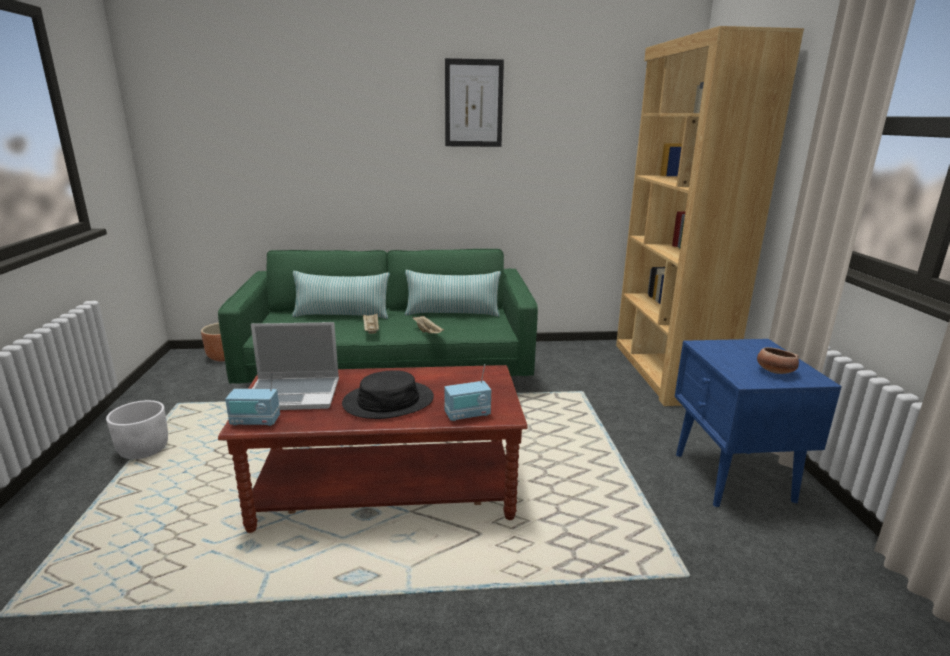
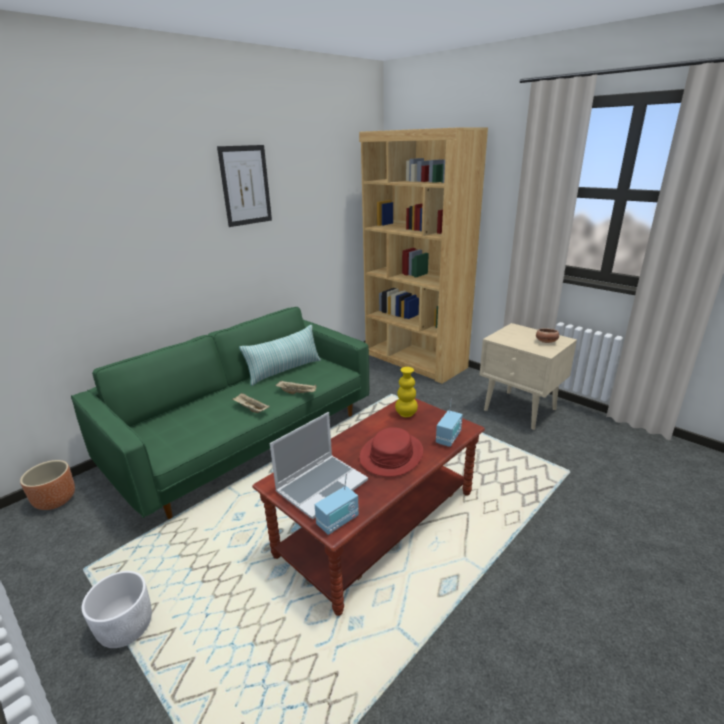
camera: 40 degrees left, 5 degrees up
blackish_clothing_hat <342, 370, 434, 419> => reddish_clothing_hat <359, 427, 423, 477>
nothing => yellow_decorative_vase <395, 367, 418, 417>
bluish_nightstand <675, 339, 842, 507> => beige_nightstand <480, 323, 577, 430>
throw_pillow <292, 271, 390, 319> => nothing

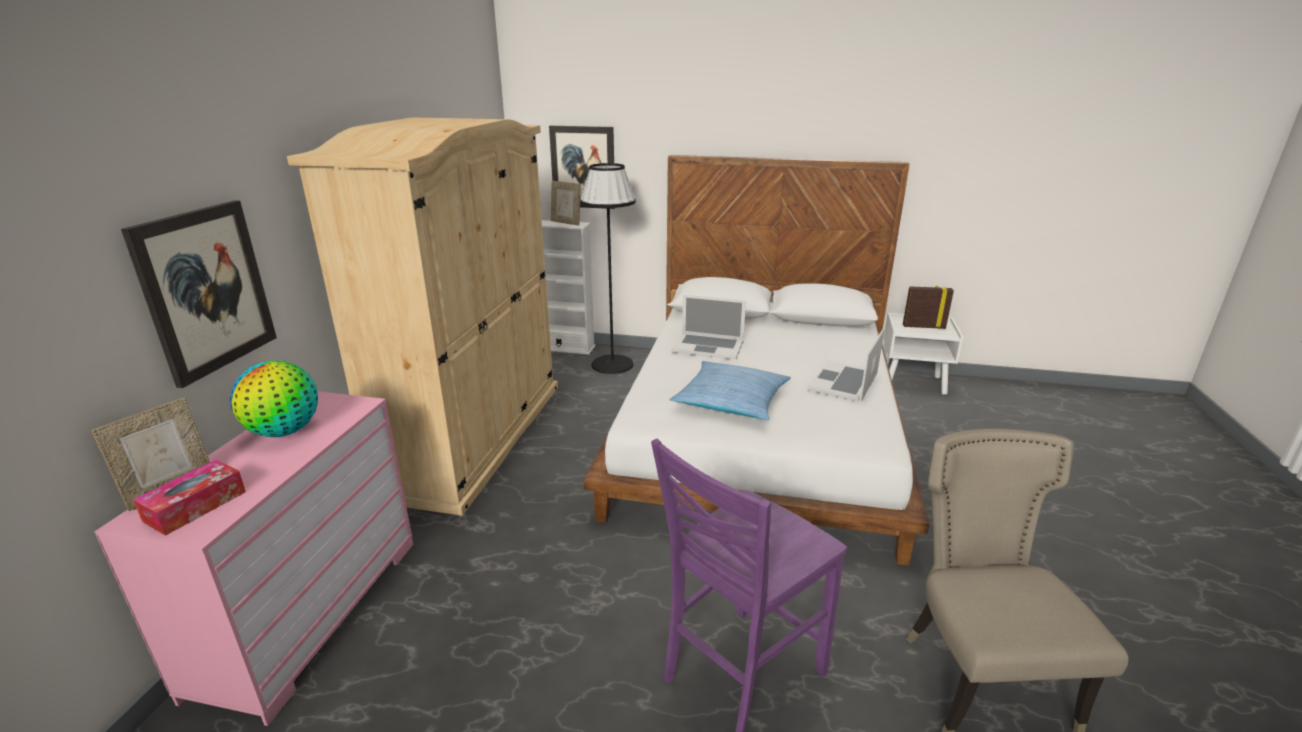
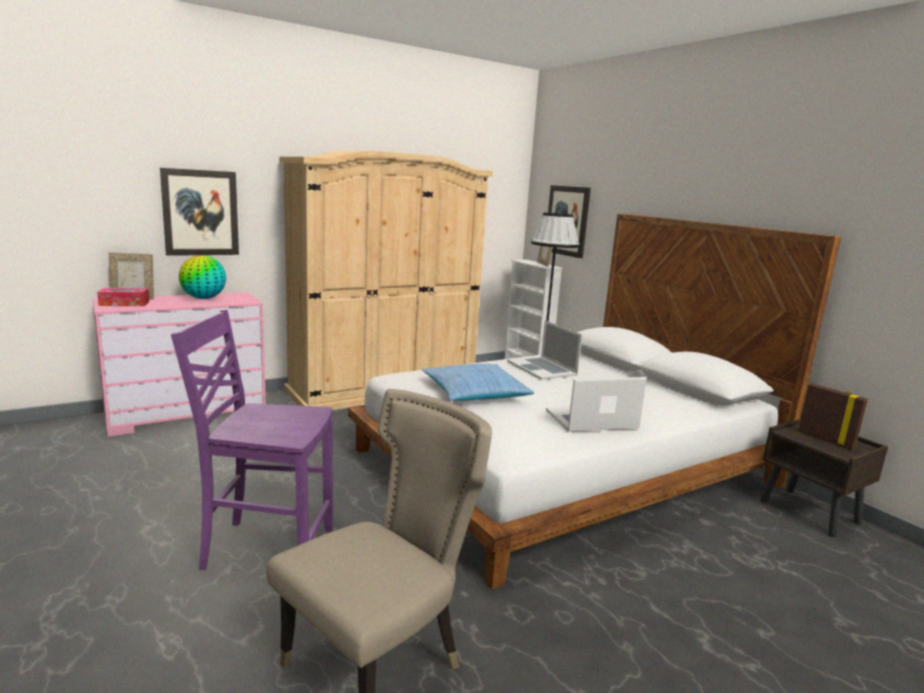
camera: 45 degrees right, 10 degrees down
white_nightstand <884, 312, 964, 395> => brown_nightstand <760, 419, 888, 537>

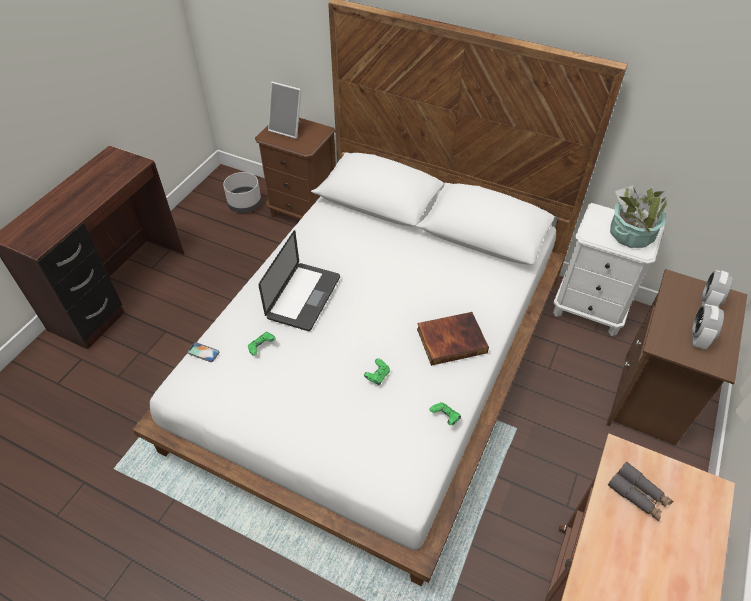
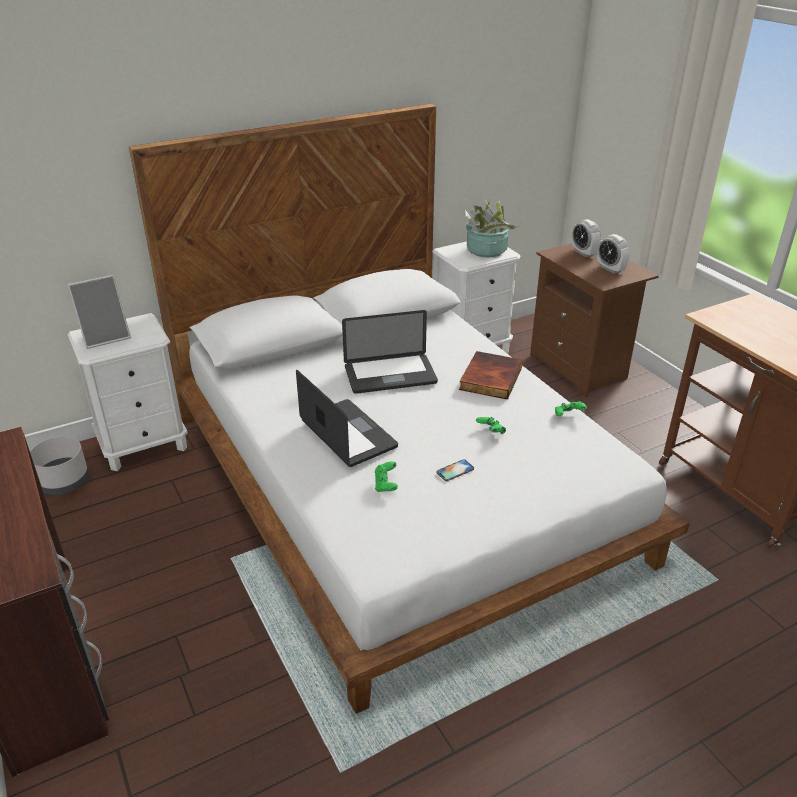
camera: 55 degrees left, 15 degrees down
brown_nightstand <255, 118, 336, 220> => white_nightstand <68, 313, 188, 471>
nothing => portable_computer <342, 310, 438, 394>
handset <187, 342, 219, 362> => handset <436, 459, 474, 481>, relocated
grey_field_glasses <608, 462, 674, 521> => nothing

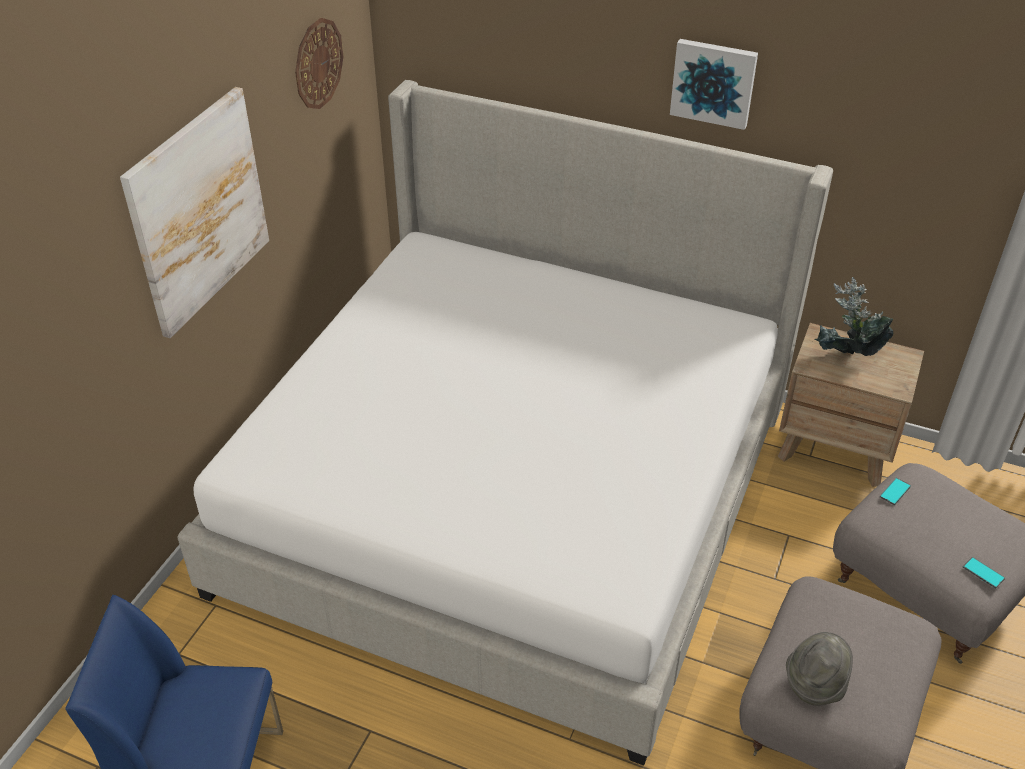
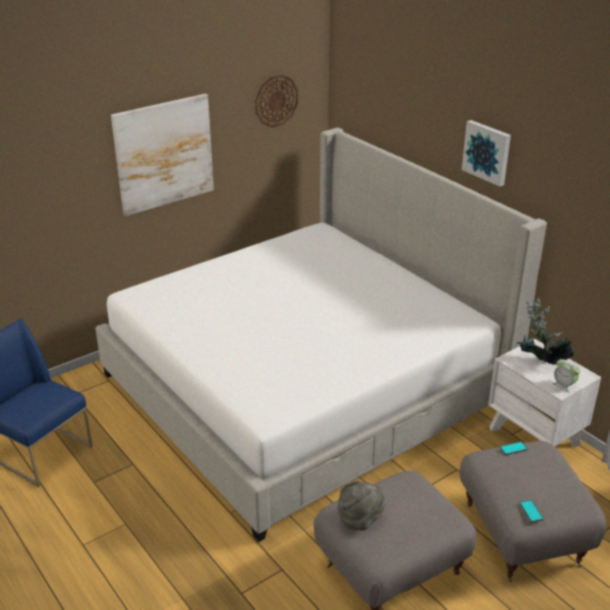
camera: 30 degrees right, 10 degrees down
brown_nightstand <778, 323, 924, 487> => white_nightstand <488, 339, 601, 446>
nothing => alarm_clock <552, 358, 580, 393>

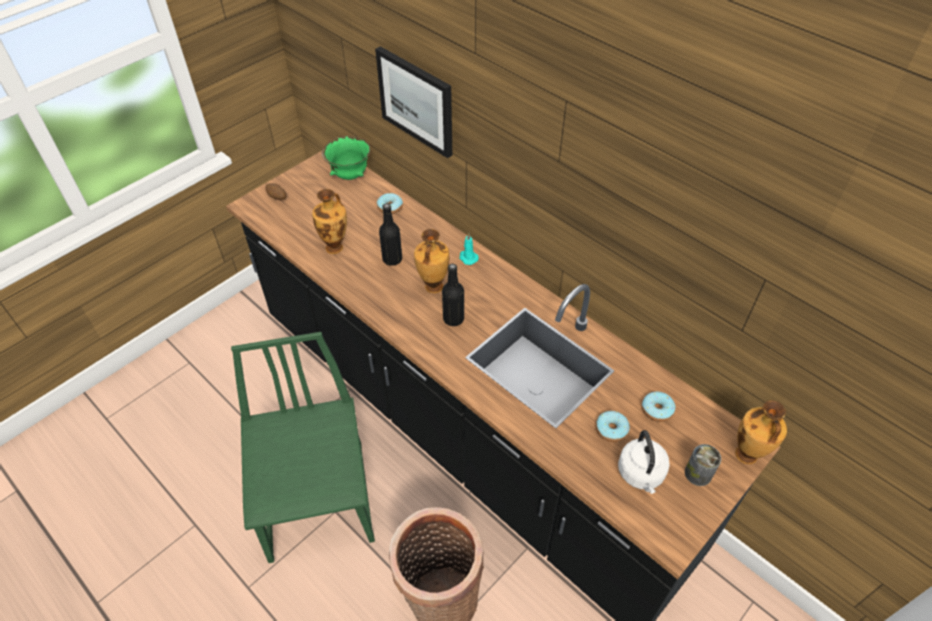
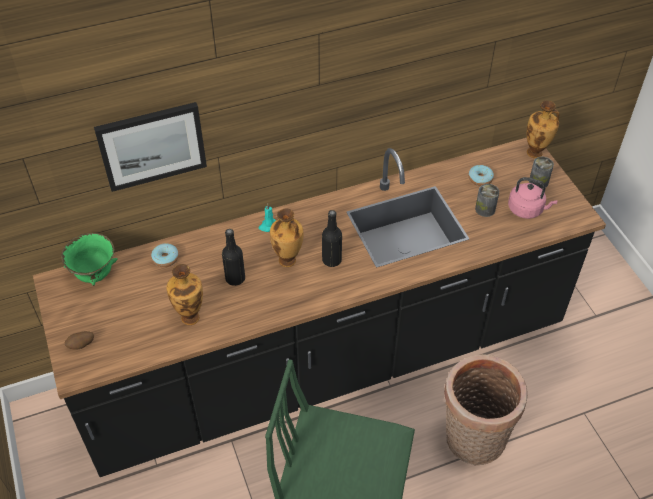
camera: 65 degrees left, 0 degrees up
ring_doughnut <596, 411, 630, 442> => sealed_can <475, 184, 499, 217>
white_tea_kettle <618, 430, 670, 494> => pink-coloured_tea_kettle <508, 177, 557, 219>

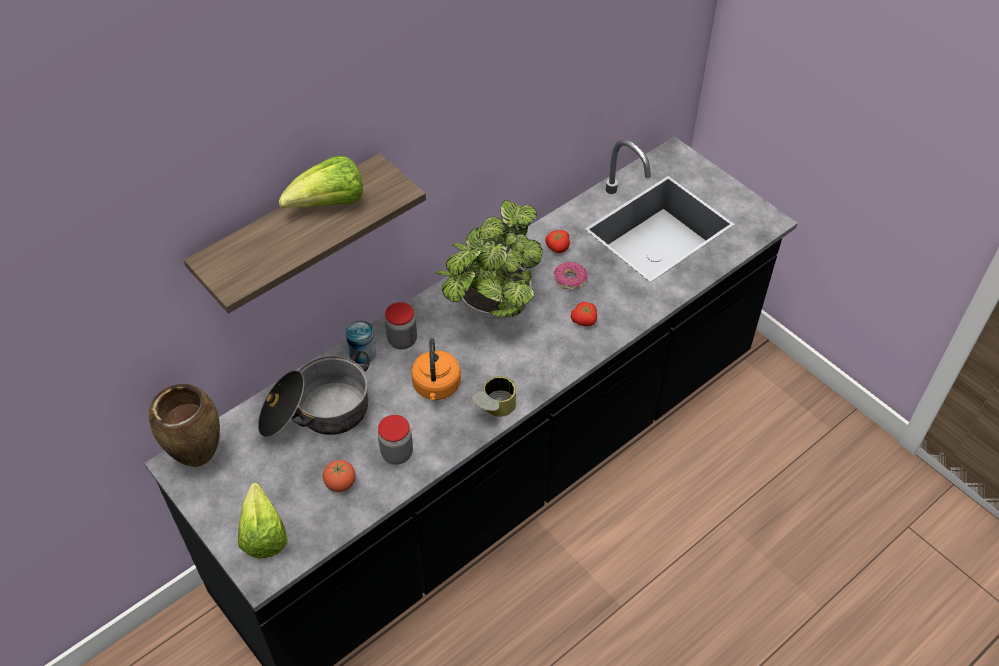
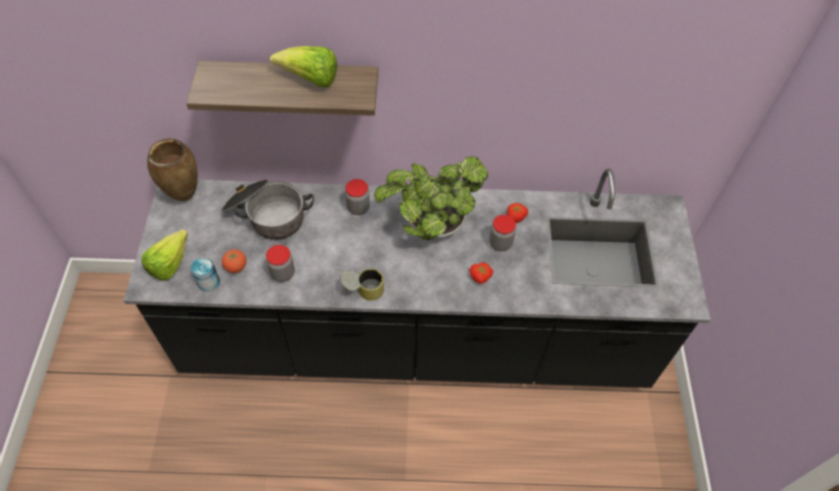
camera: 40 degrees right, 5 degrees up
sealed_can <345, 321, 376, 364> => sealed_can <191, 257, 220, 292>, relocated
ring_doughnut <554, 262, 588, 290> => storage_jar <489, 215, 516, 251>
orange_tea_kettle <411, 338, 461, 401> => nothing

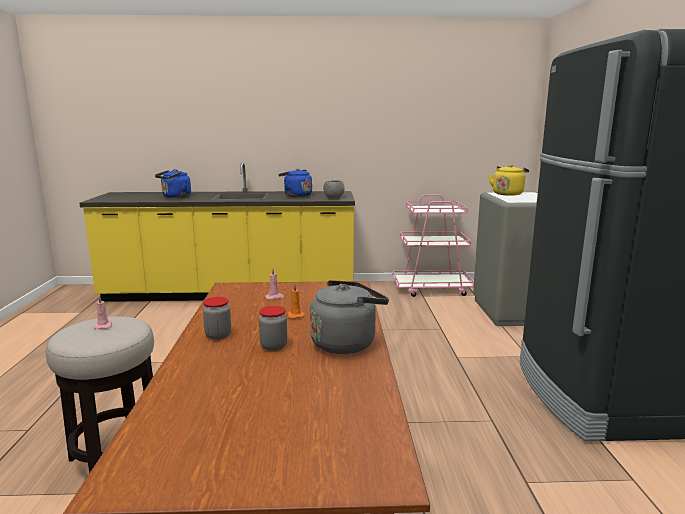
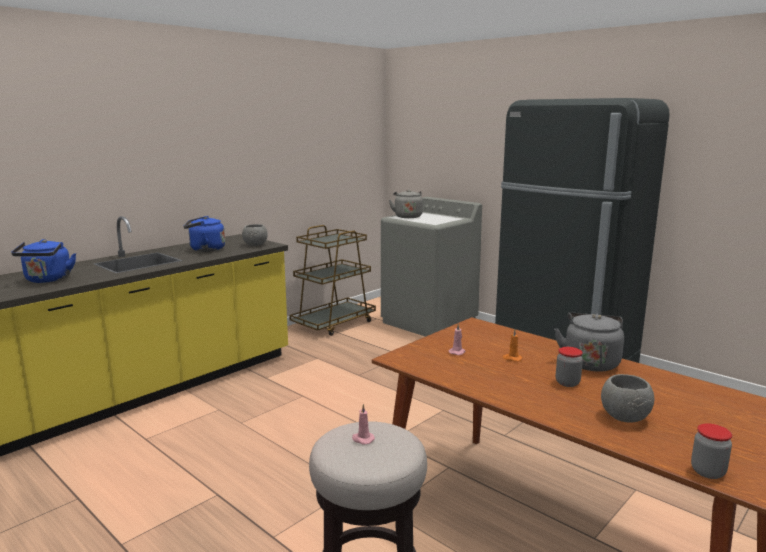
camera: 45 degrees left, 0 degrees up
pink-coloured_trolley <393, 195, 474, 297> => brown_trolley <289, 225, 376, 336>
yellow_tea_kettle <488, 165, 529, 196> => grey_tea_kettle <389, 190, 423, 218>
nothing => grey_serving_bowl <601, 374, 654, 423>
storage_jar <203, 297, 231, 340> => storage_jar <691, 423, 732, 479>, relocated

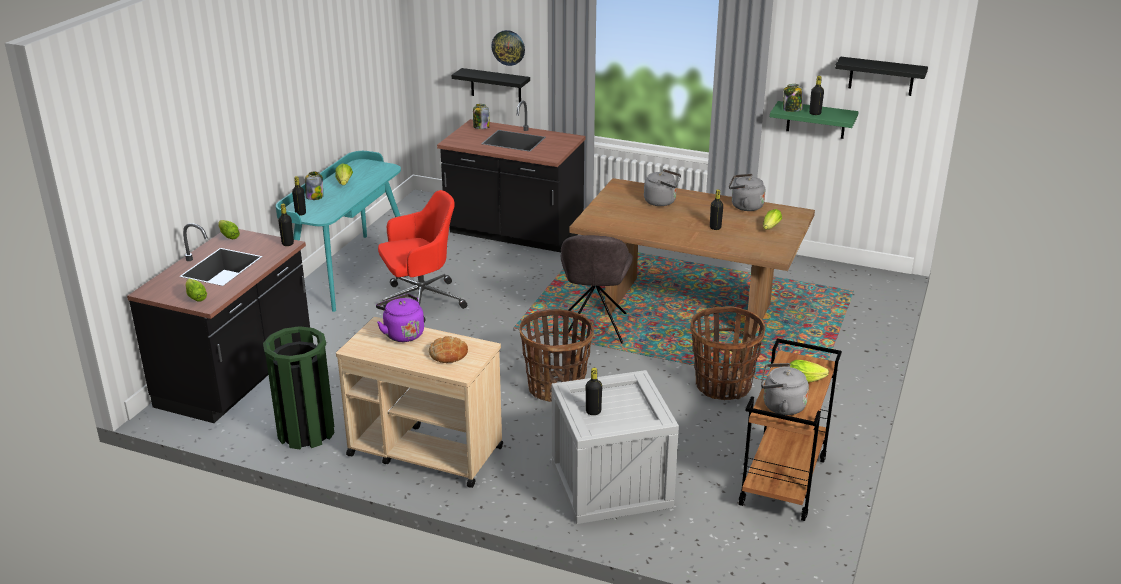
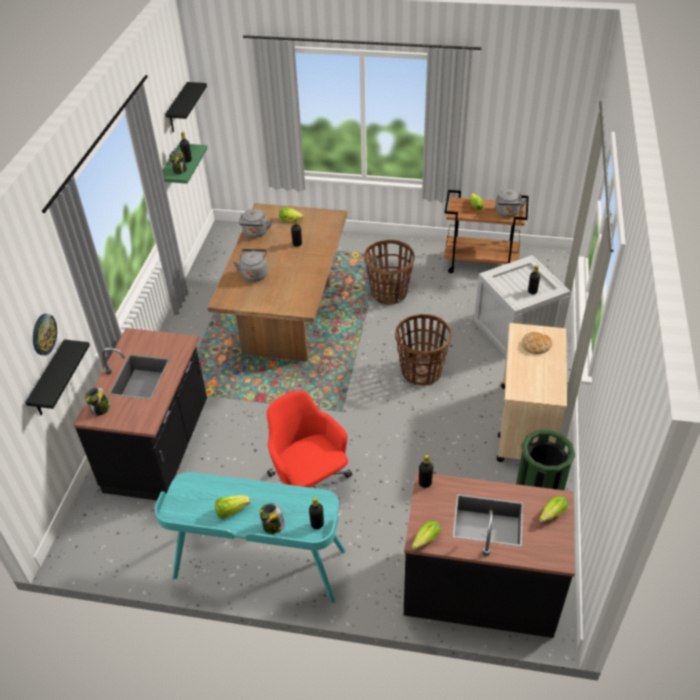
camera: 100 degrees left, 15 degrees up
purple_tea_kettle <376, 294, 424, 342> => nothing
grey_plain_chair <561, 235, 633, 344> => nothing

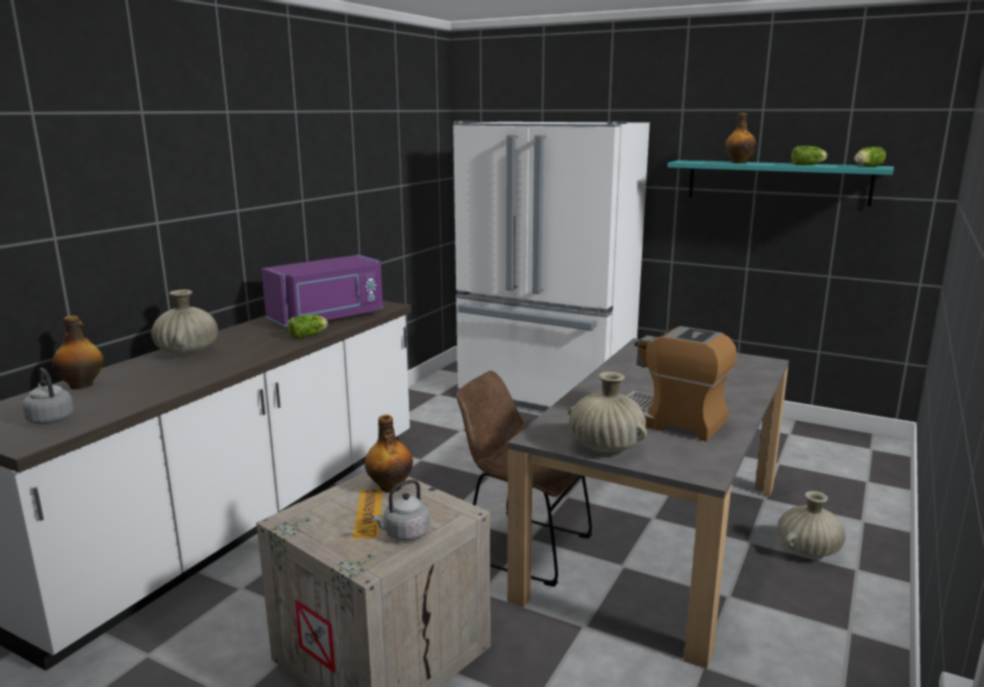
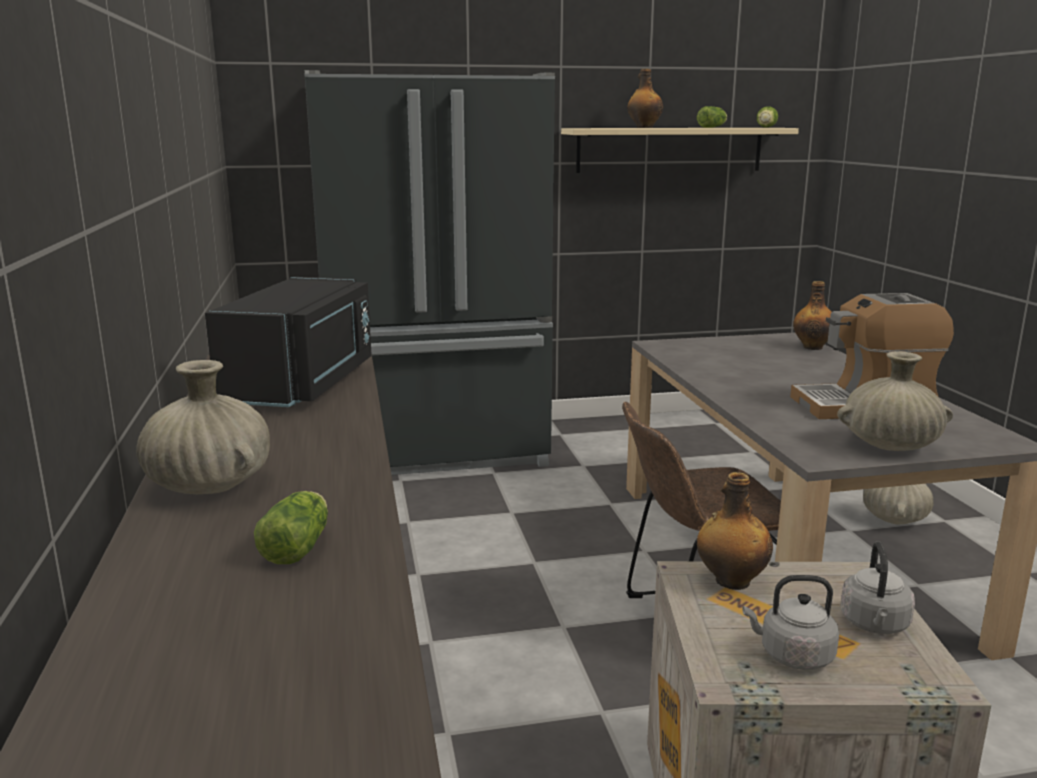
camera: 40 degrees left, 0 degrees up
purple_microwave_oven <261, 255, 383, 327> => blackish_microwave_oven <205, 277, 372, 407>
head_of_lettuce <288, 315, 328, 339> => head_of_lettuce <254, 491, 328, 564>, relocated
white_refrigerator <453, 121, 650, 411> => blackish_refrigerator <305, 70, 555, 475>
turquoise-coloured_bracket_shelf <667, 160, 894, 207> => beige_bracket_shelf <561, 128, 799, 173>
grey_tea_kettle <22, 368, 74, 424> => grey_tea_kettle <742, 575, 839, 670>, relocated
bottle <52, 315, 104, 390> => bottle <793, 281, 832, 350>, relocated

